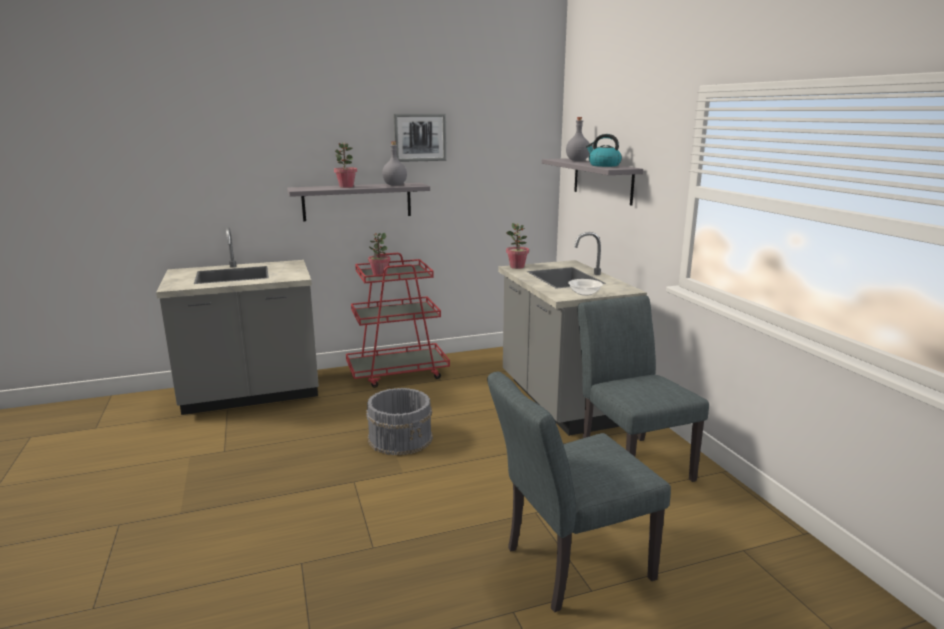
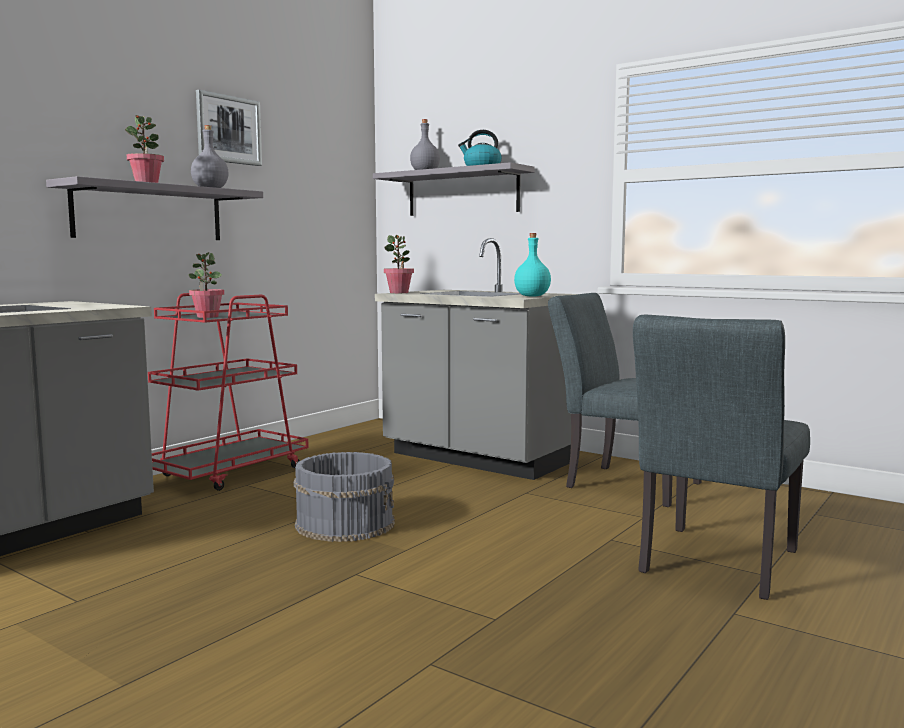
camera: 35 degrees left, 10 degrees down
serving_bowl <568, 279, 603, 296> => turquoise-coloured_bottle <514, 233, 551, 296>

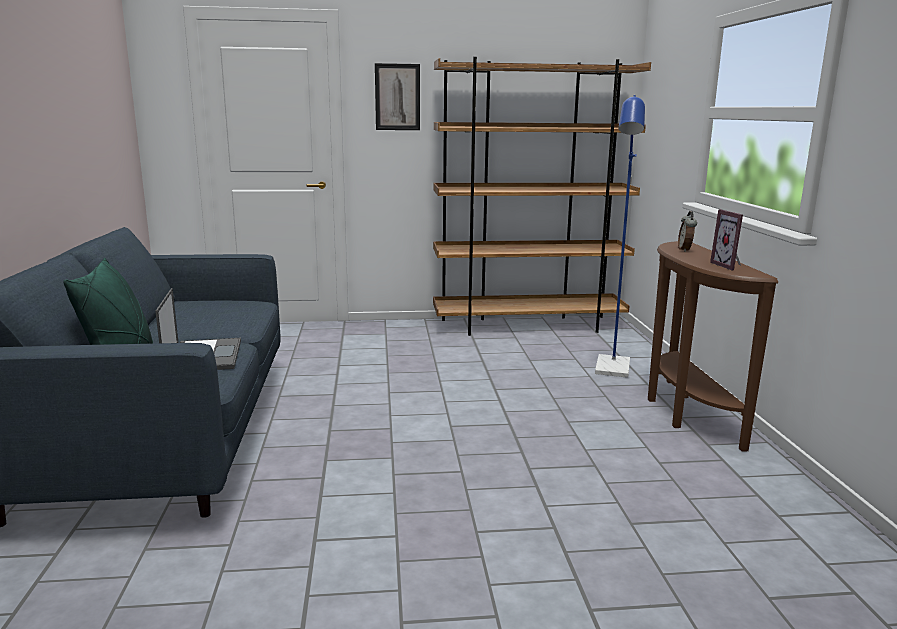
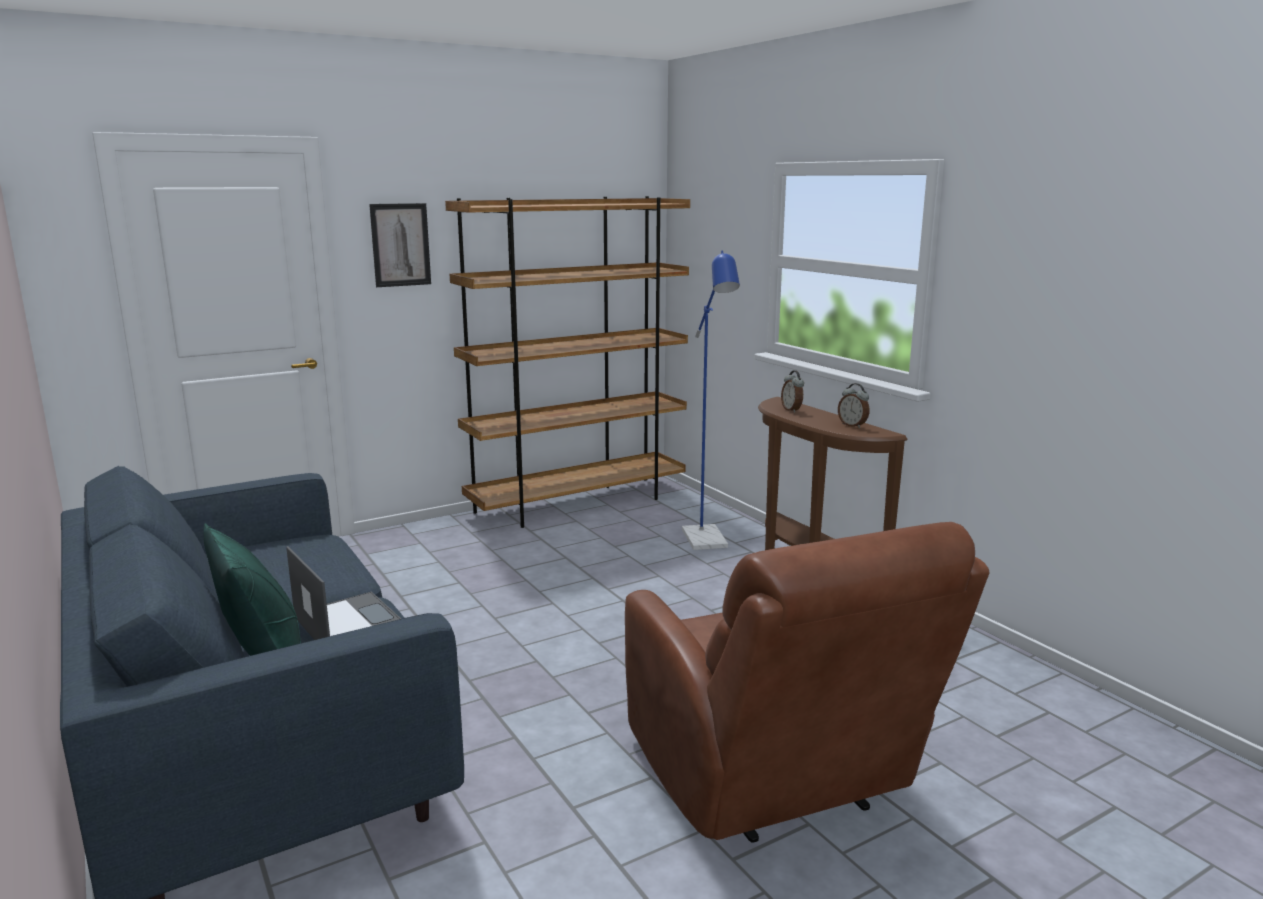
camera: 25 degrees left, 0 degrees up
nothing => brown_armchair <625, 522, 990, 843>
standing_frame <710, 209, 743, 270> => alarm_clock <838, 383, 870, 428>

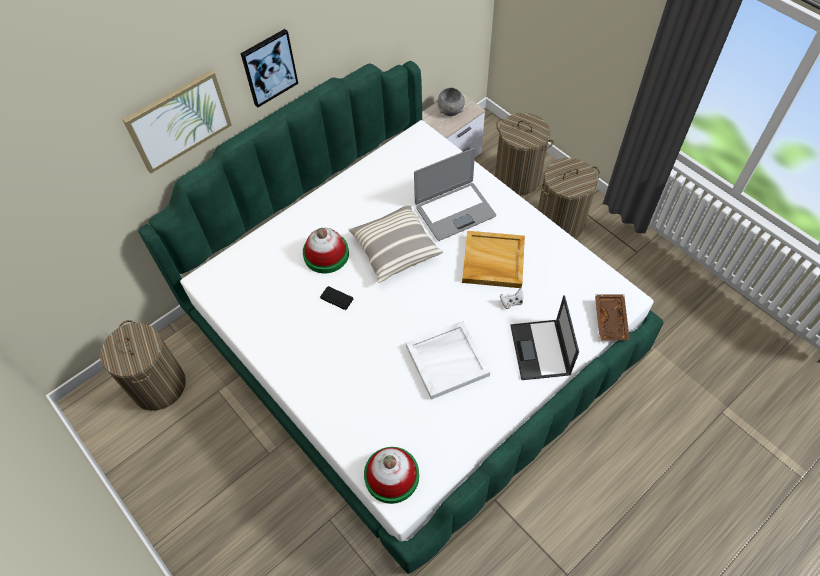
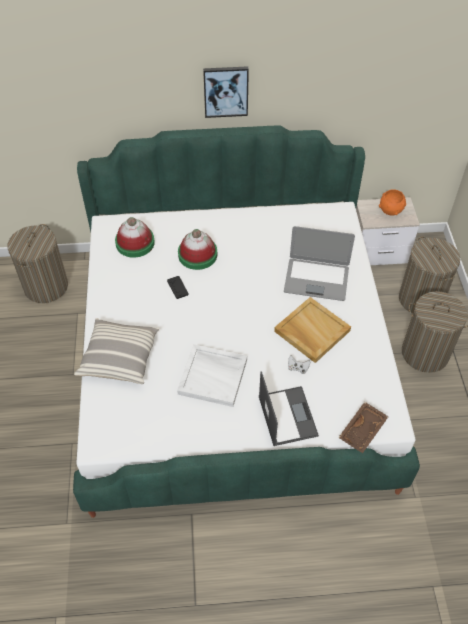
camera: 35 degrees right, 5 degrees down
throw_pillow <348, 204, 443, 283> => throw_pillow <74, 318, 159, 384>, relocated
clothing_hat <364, 447, 419, 504> => clothing_hat <115, 217, 155, 258>, relocated
portable_computer <511, 295, 579, 380> => portable_computer <259, 371, 319, 446>, 135 degrees clockwise
grey_serving_bowl <438, 87, 465, 116> => orange_serving_bowl <379, 189, 406, 215>
wall_picture <122, 70, 232, 174> => nothing

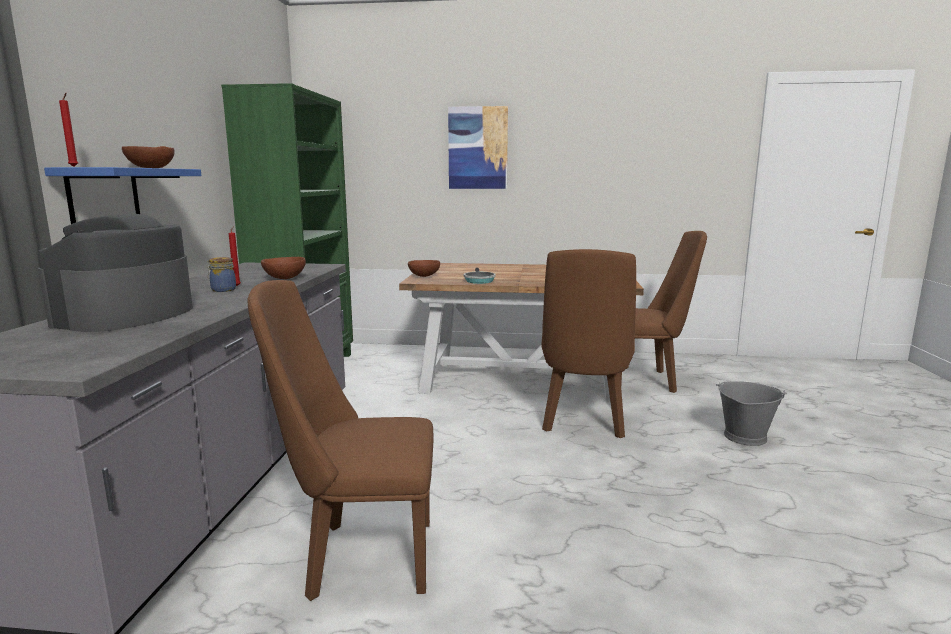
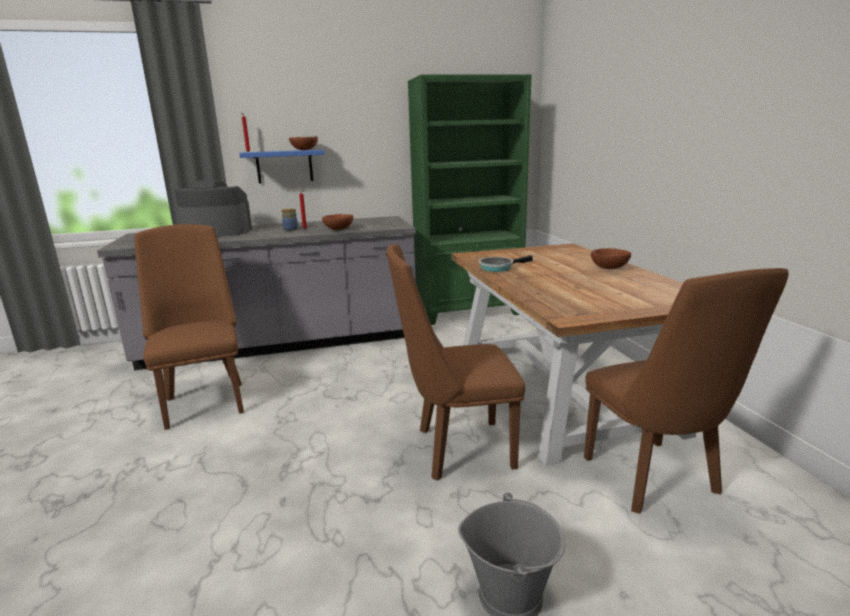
camera: 70 degrees right, 5 degrees up
brown_serving_bowl <408, 260, 440, 277> => brown_serving_bowl <591, 248, 631, 269>, relocated
wall_picture <448, 106, 508, 189> => nothing

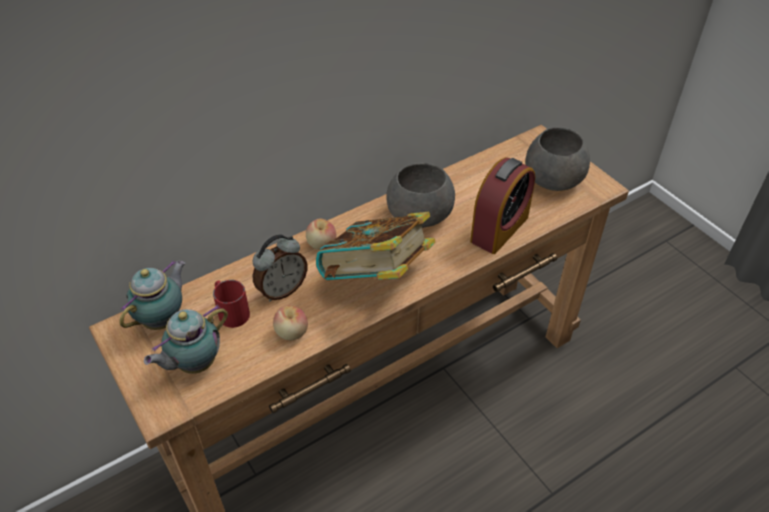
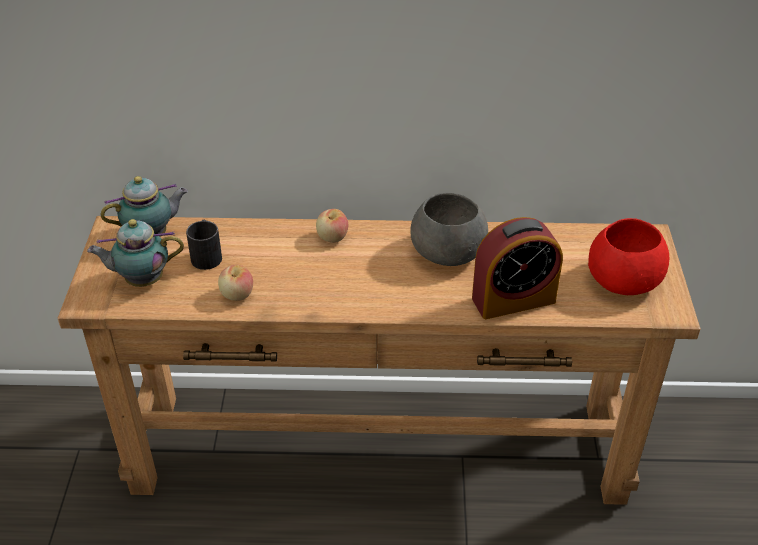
camera: 35 degrees right, 5 degrees down
reddish_mug <213, 280, 250, 328> => blackish_mug <186, 220, 222, 270>
grey_serving_bowl <525, 127, 590, 191> => reddish_serving_bowl <588, 218, 669, 295>
alarm_clock <252, 235, 307, 302> => nothing
bound_book <316, 211, 436, 280> => nothing

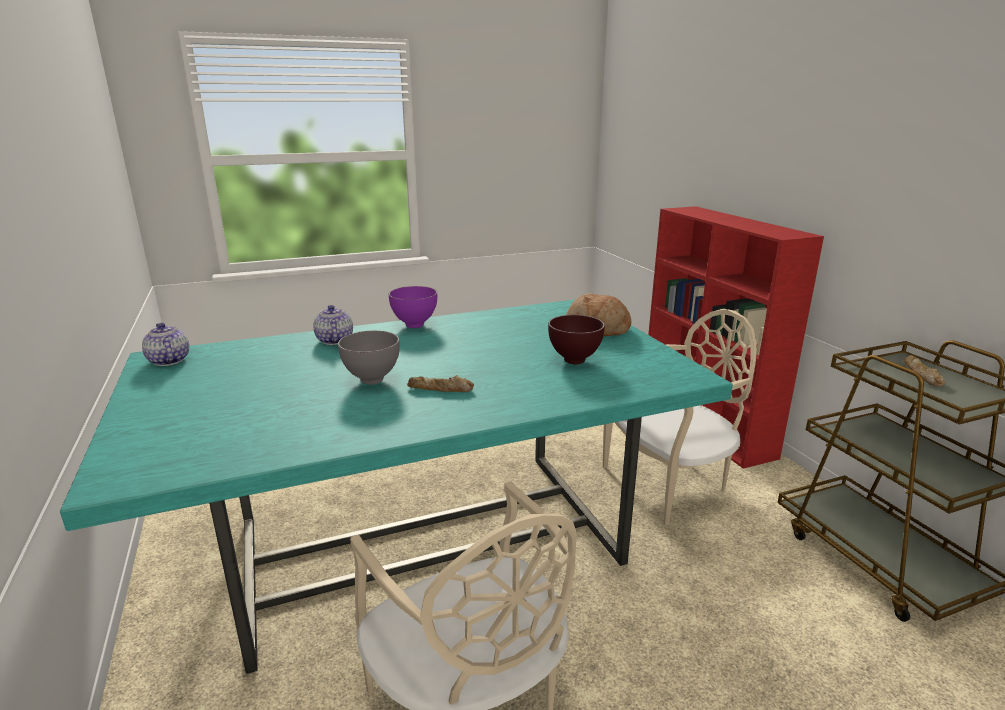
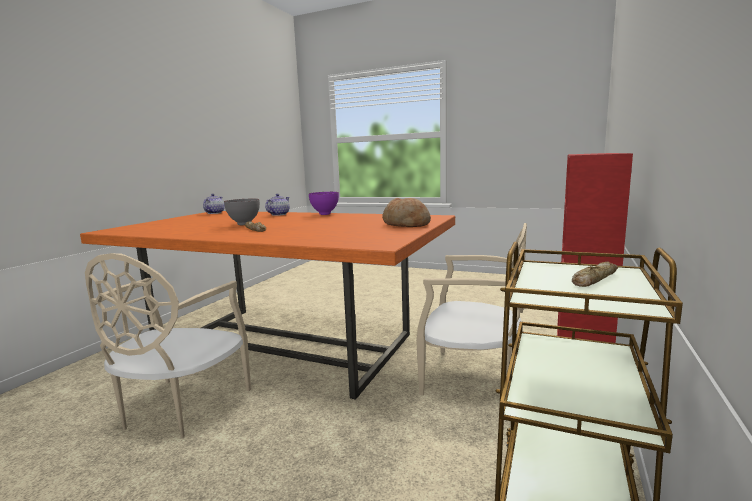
camera: 45 degrees right, 10 degrees down
turquoise-coloured_dining_table <60, 299, 733, 674> => orange_dining_table <80, 211, 455, 400>
brown_serving_bowl <548, 315, 605, 364> => nothing

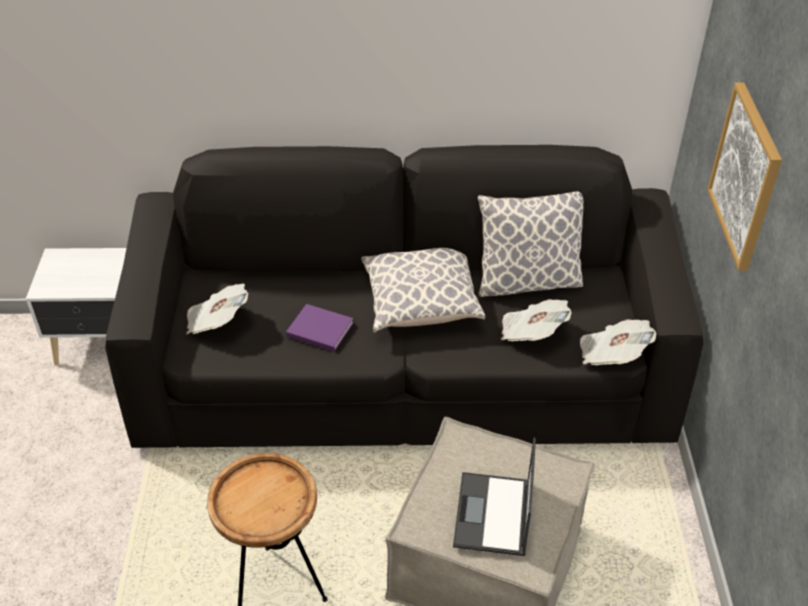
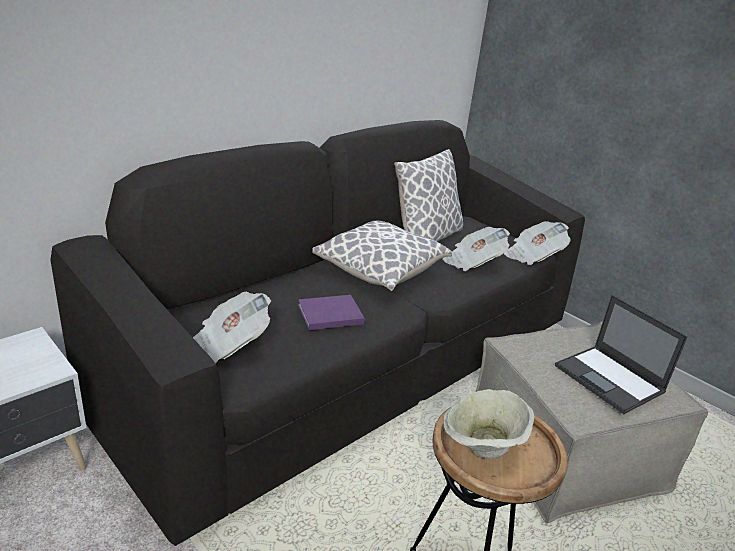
camera: 45 degrees left, 15 degrees down
nothing => beige_serving_bowl <444, 389, 534, 459>
wall_picture <707, 82, 782, 271> => nothing

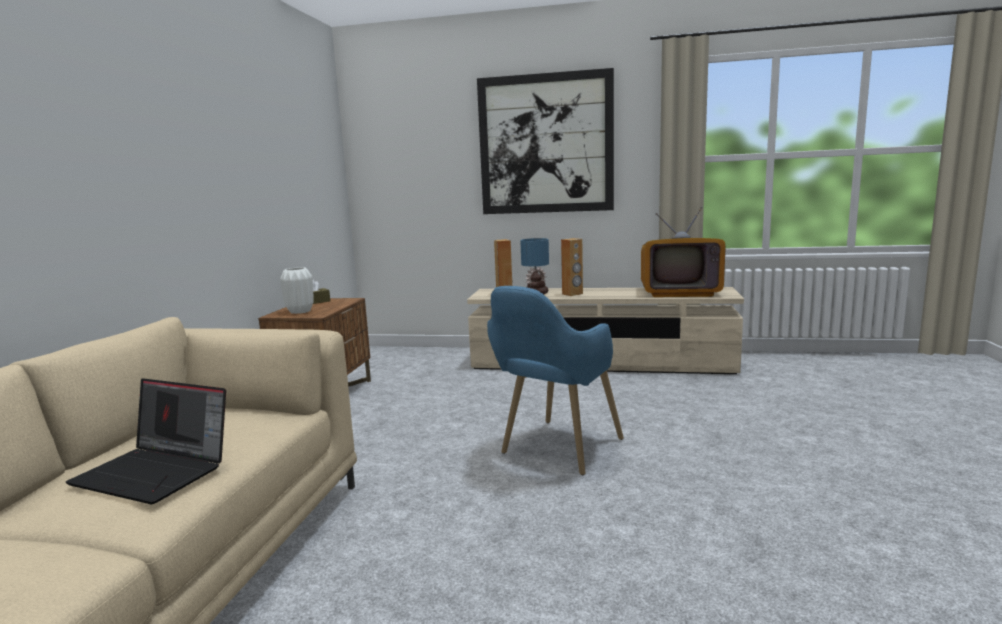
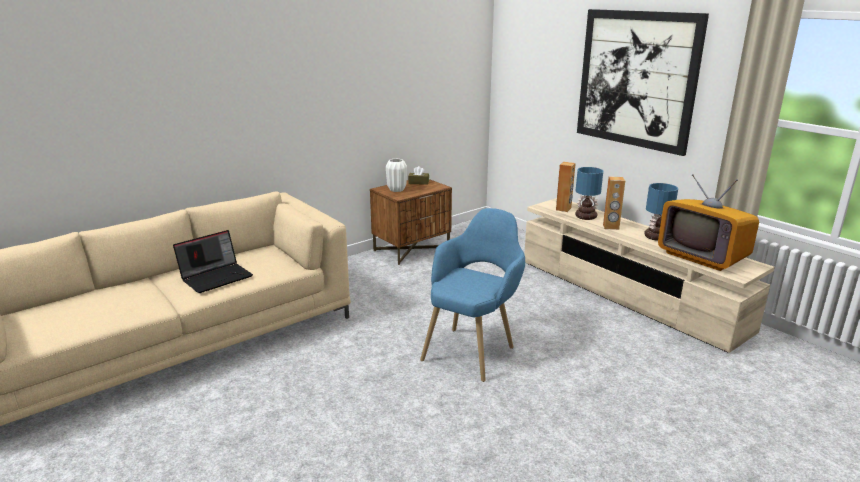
camera: 40 degrees right, 10 degrees up
portable_computer <65, 378, 226, 504> => portable_computer <173, 230, 253, 293>, 105 degrees counterclockwise
bluish_armchair <487, 286, 624, 475> => bluish_armchair <420, 208, 525, 382>, 135 degrees clockwise
nothing => table_lamp <644, 183, 678, 241>

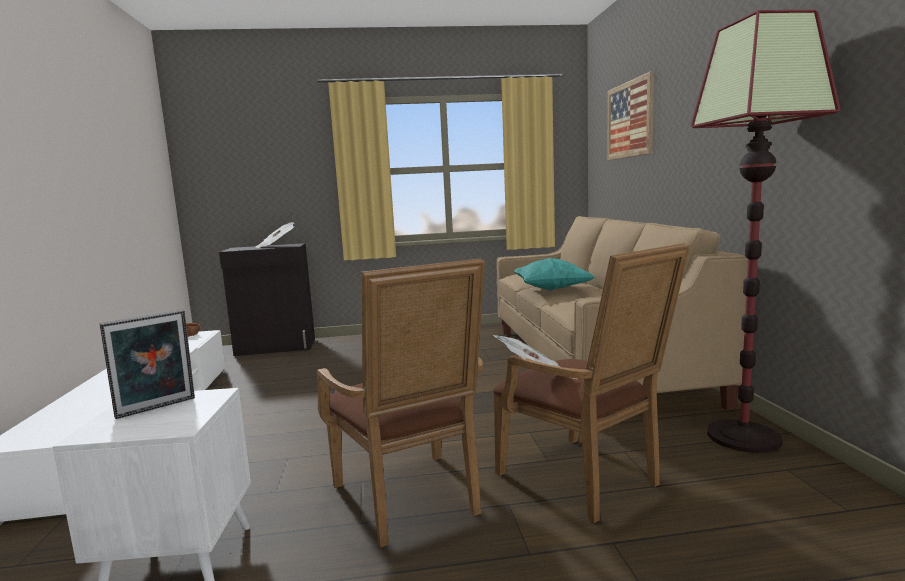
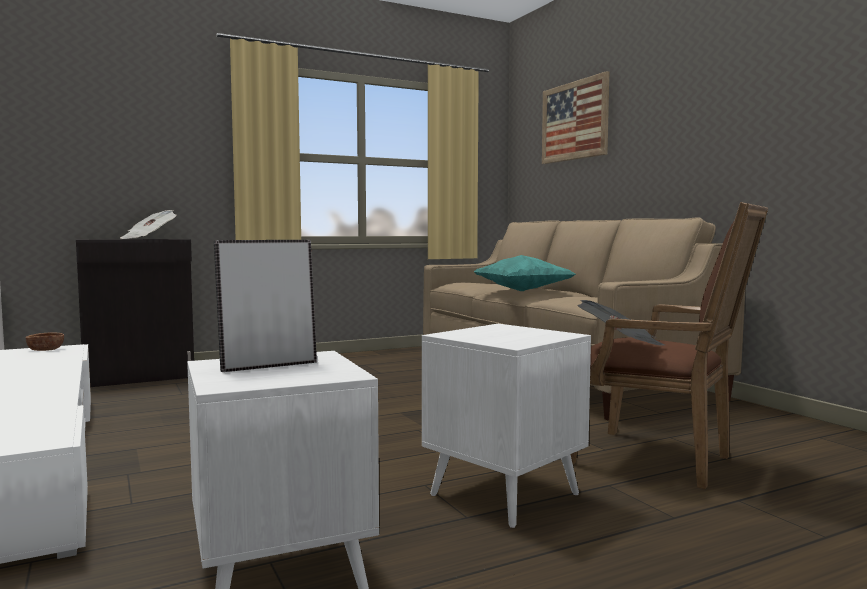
camera: 20 degrees left, 5 degrees down
standing_frame <99, 310, 195, 419> => standing_frame <214, 240, 317, 372>, 150 degrees counterclockwise
brown_armchair <317, 258, 485, 548> => white_accent_table <422, 324, 591, 528>
floor_lamp <691, 10, 840, 453> => nothing

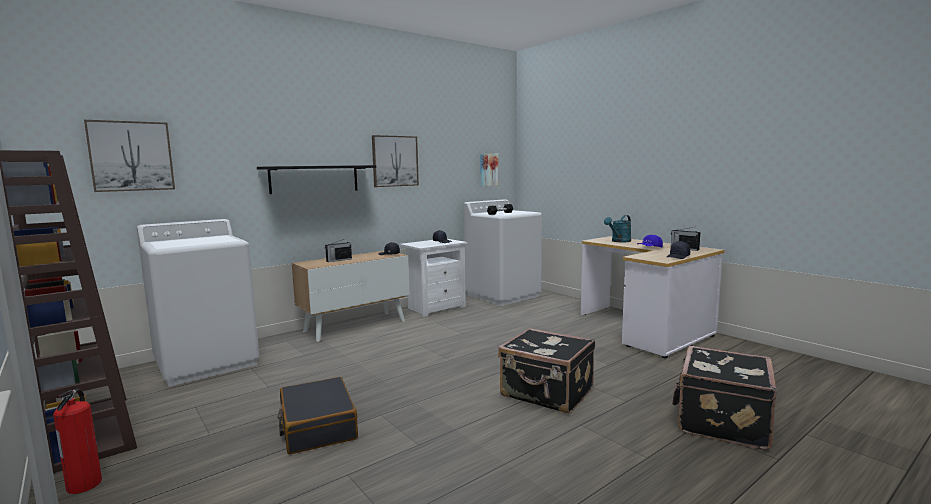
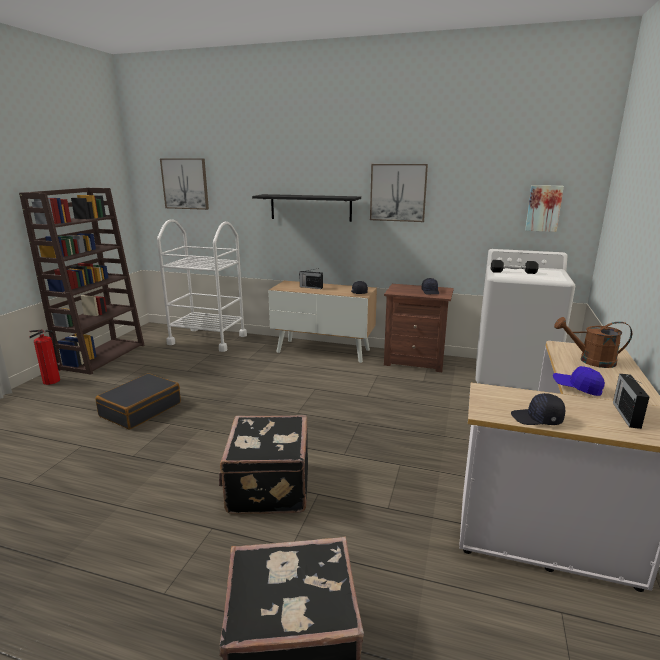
camera: 55 degrees right, 10 degrees up
white_washing_machine <137, 219, 259, 386> => white_trolley <157, 219, 247, 352>
white_nightstand <400, 239, 467, 317> => brown_nightstand <384, 284, 454, 372>
turquoise-coloured_watering_pot <604, 215, 631, 242> => brown_watering_pot <554, 317, 632, 368>

